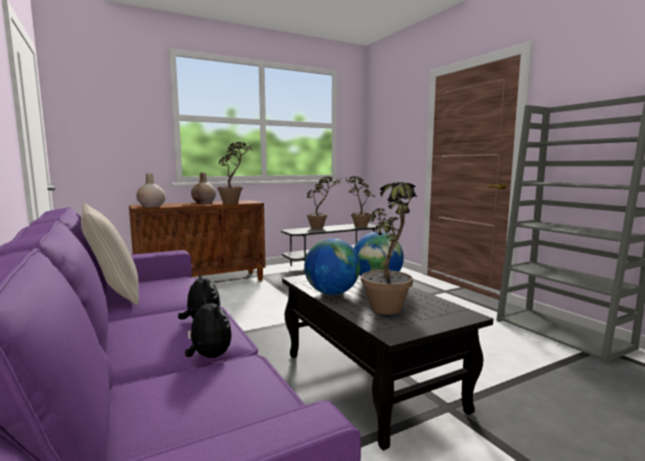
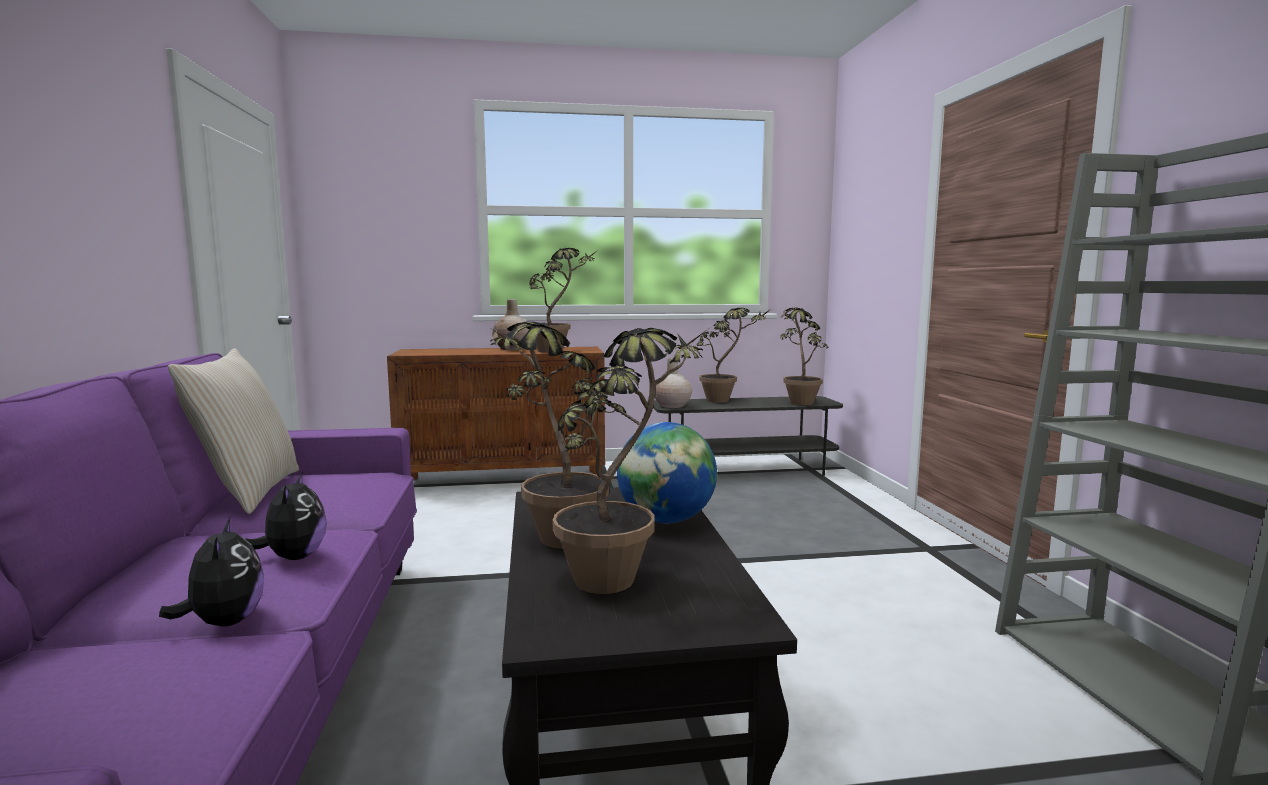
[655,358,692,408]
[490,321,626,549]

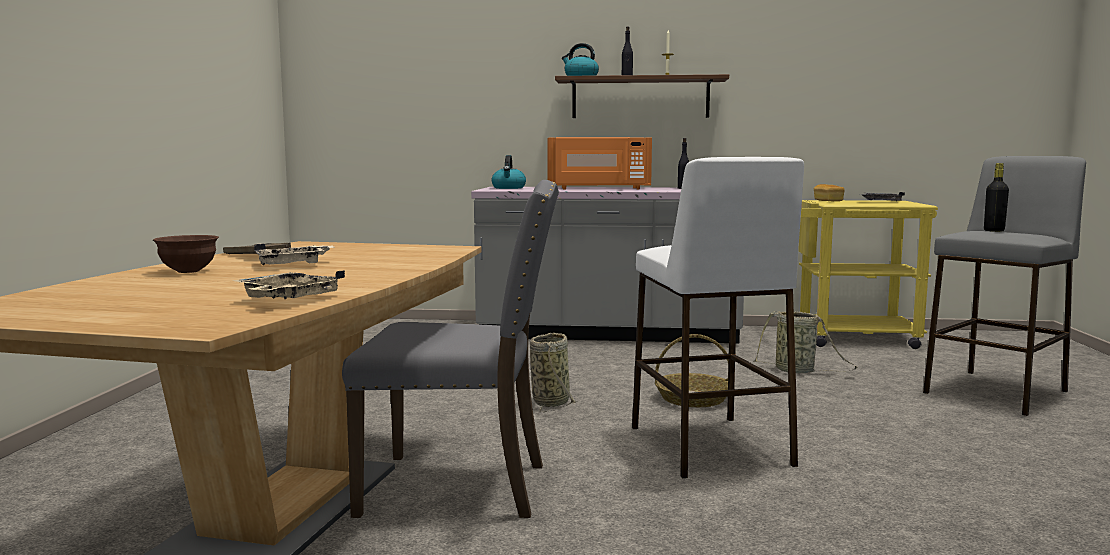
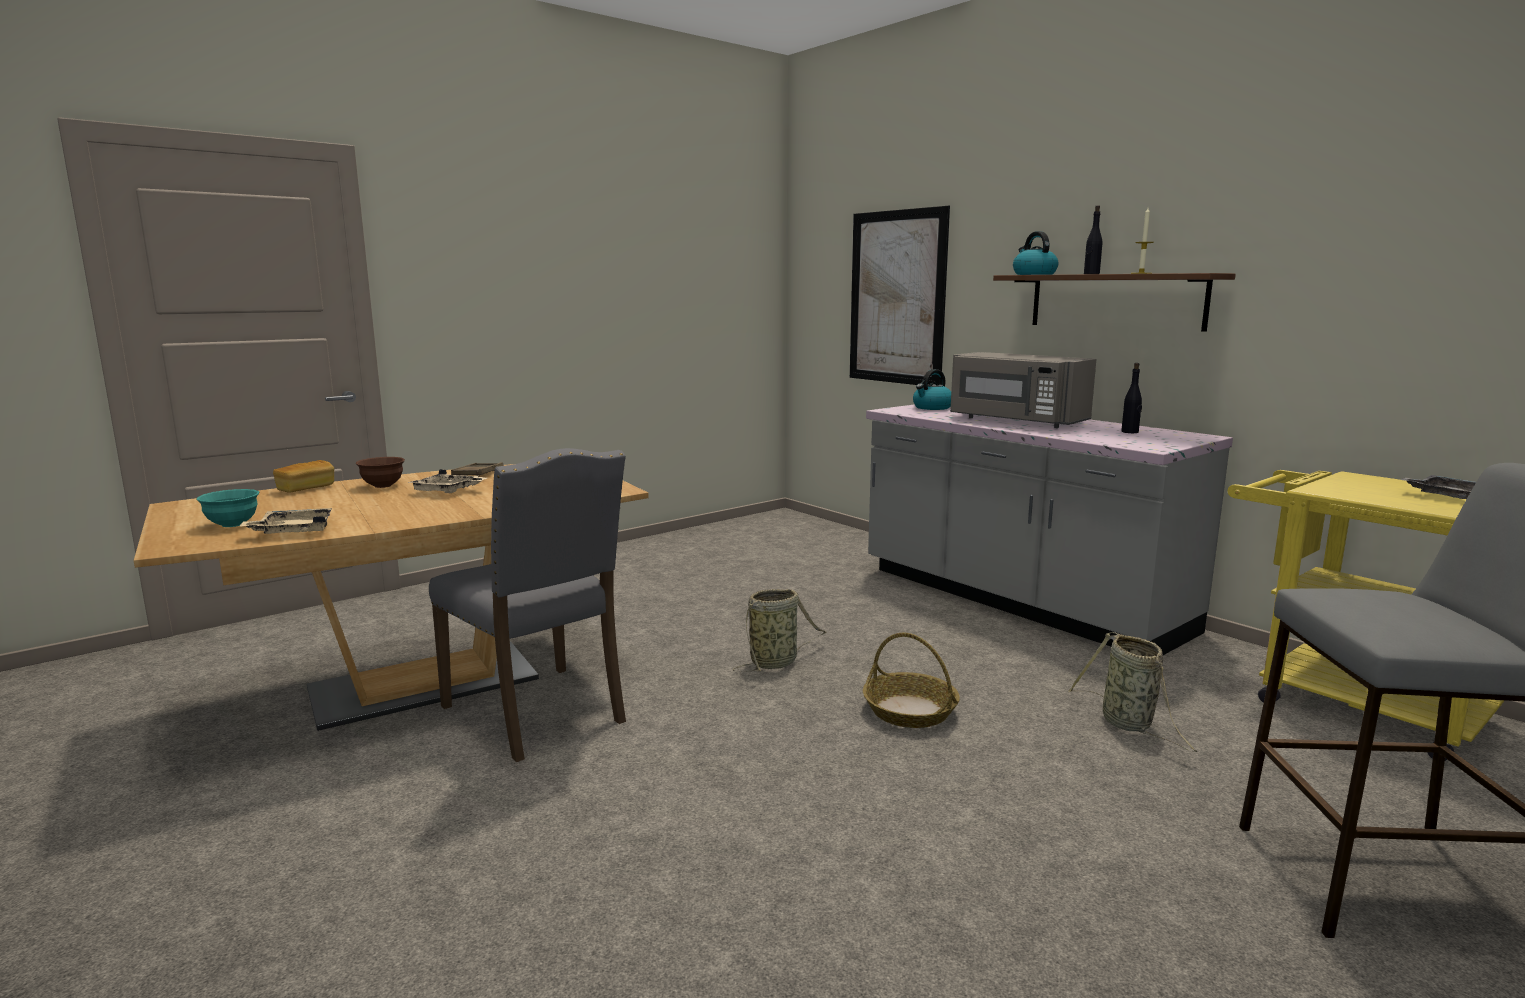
[950,352,1096,428]
[632,157,804,478] (first image)
[984,163,1009,232] (first image)
[273,460,334,493]
[850,206,950,385]
[196,489,259,527]

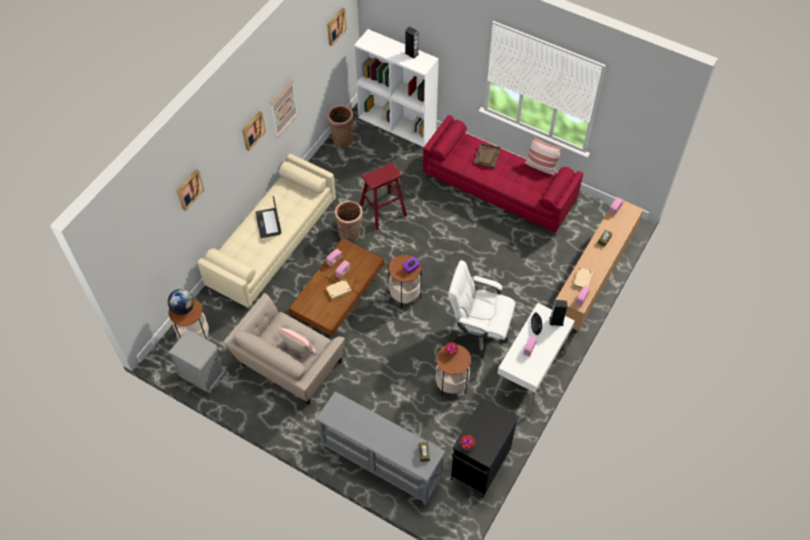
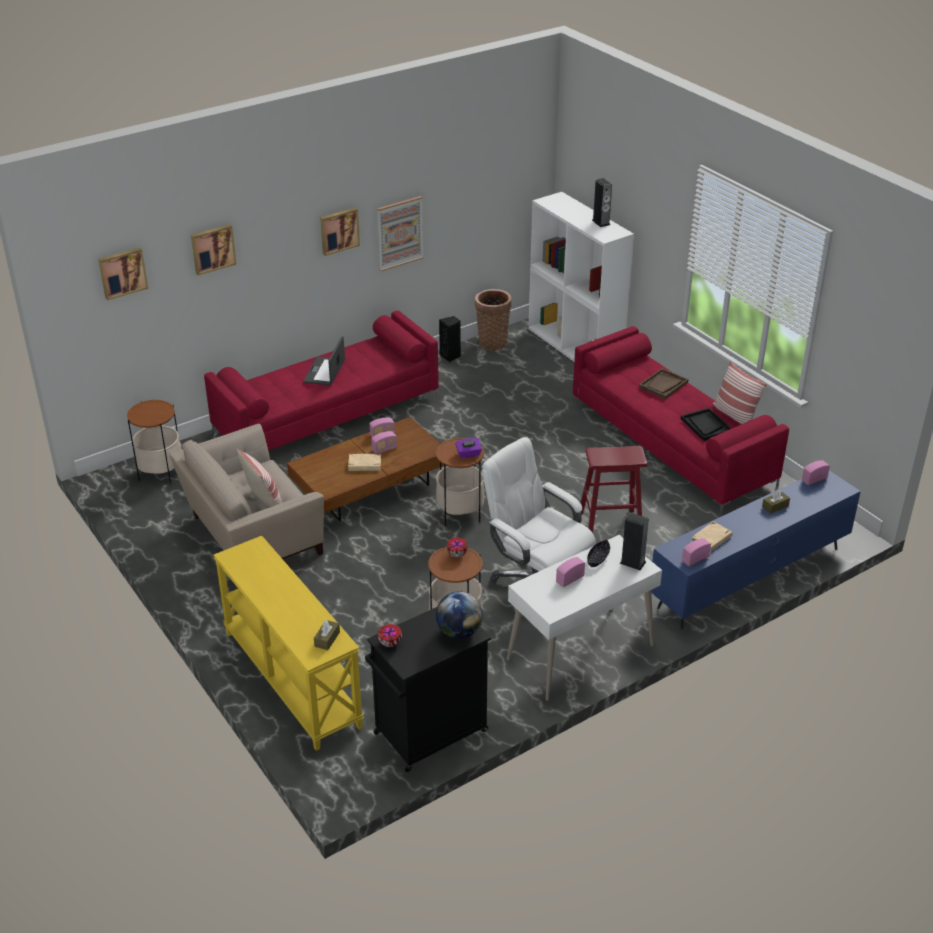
[98,248,149,301]
[204,310,439,450]
[580,446,647,533]
[651,470,861,629]
[335,200,363,242] (first image)
[436,592,483,639]
[169,331,225,394] (first image)
[213,536,364,751]
[439,316,461,362]
[681,408,732,441]

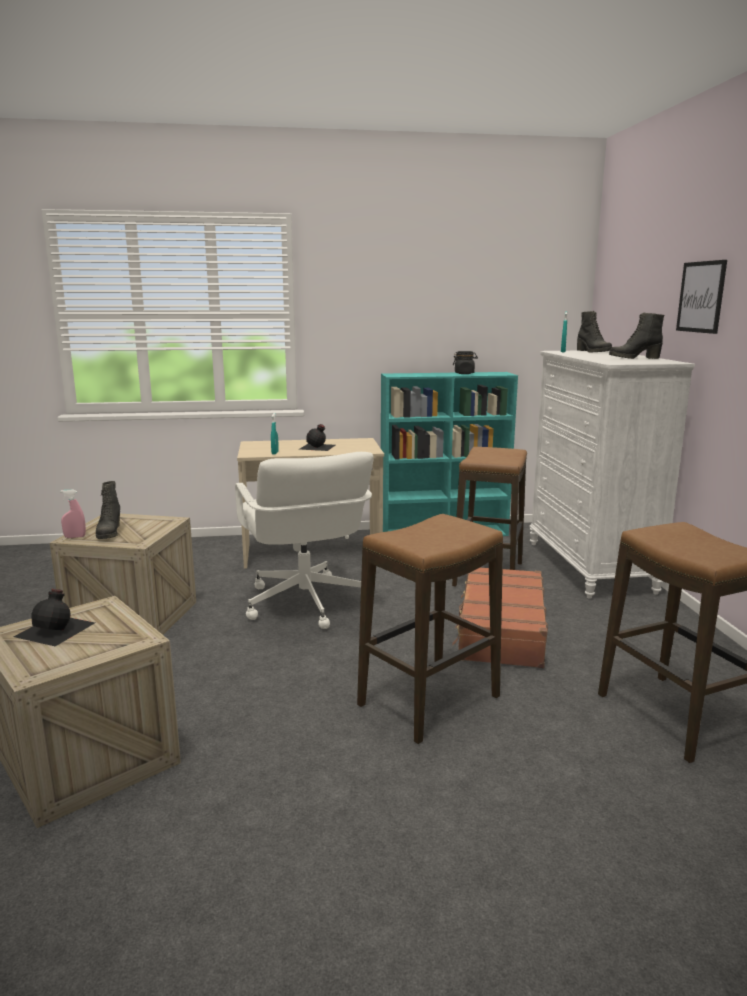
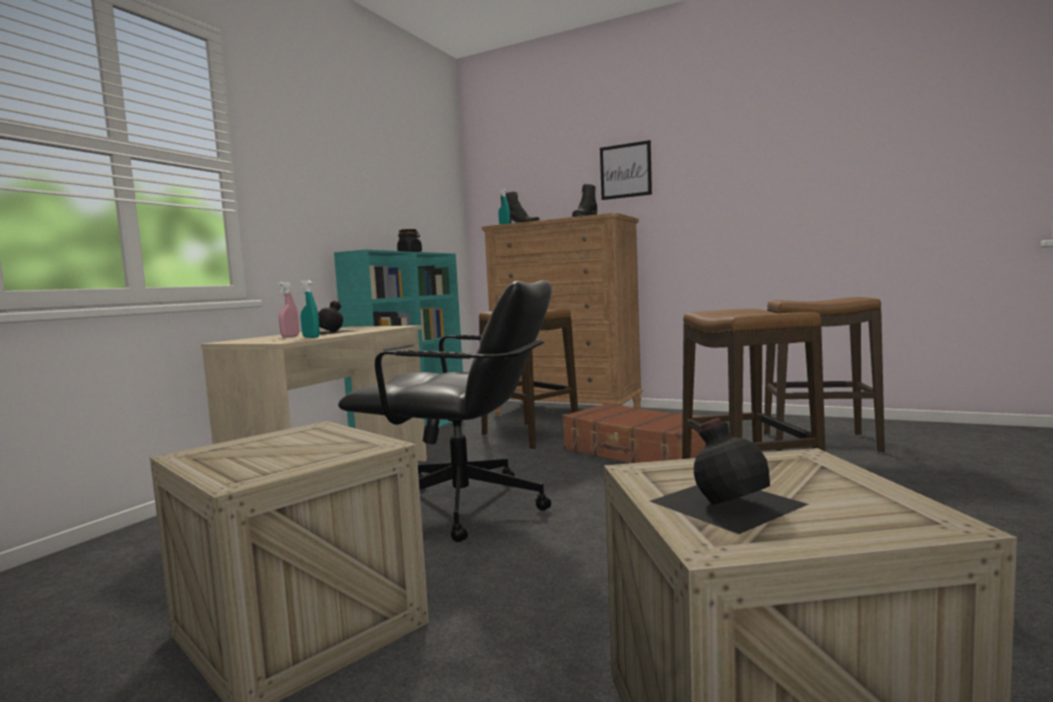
[482,213,643,416]
[338,280,552,542]
[96,481,120,539] (first image)
[278,282,299,337]

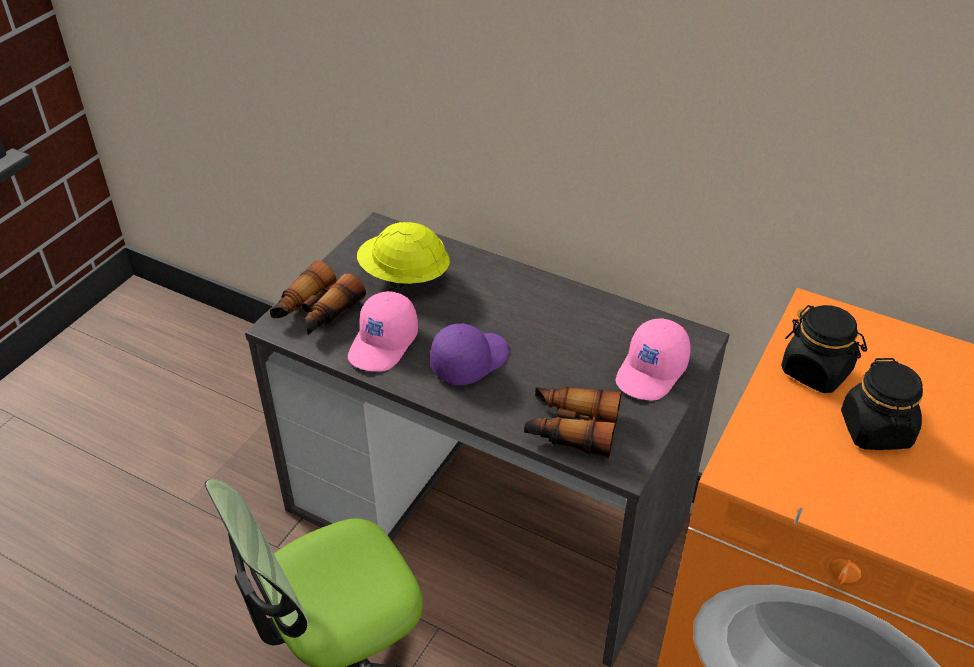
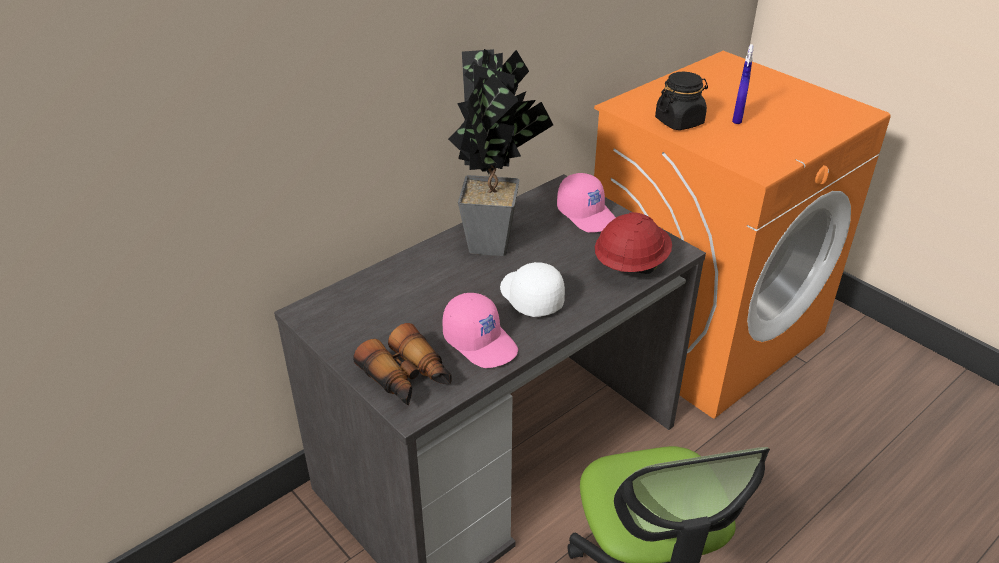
[357,222,450,291] (first image)
[500,262,565,317]
[732,44,754,124]
[595,212,672,274]
[448,49,553,256]

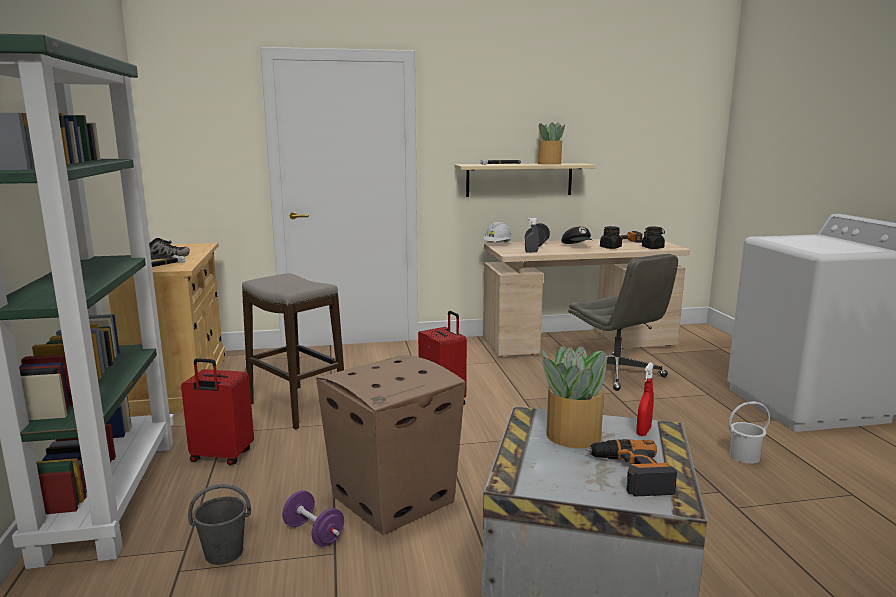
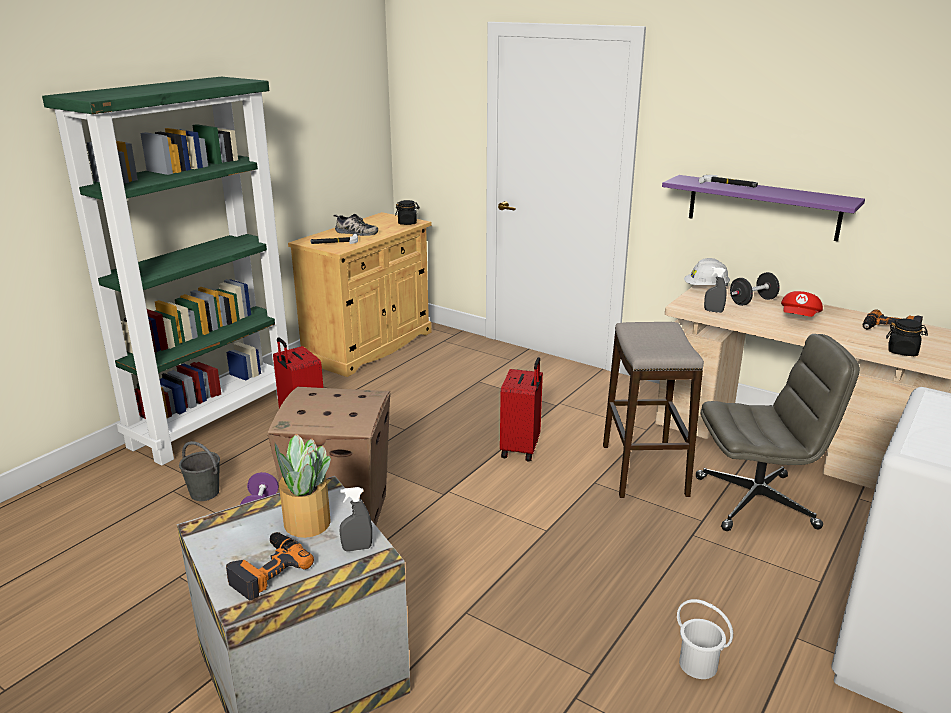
[538,122,565,165] (first image)
[662,175,865,241]
[395,200,419,225]
[781,291,823,317]
[696,334,860,531]
[603,322,704,498]
[339,487,372,552]

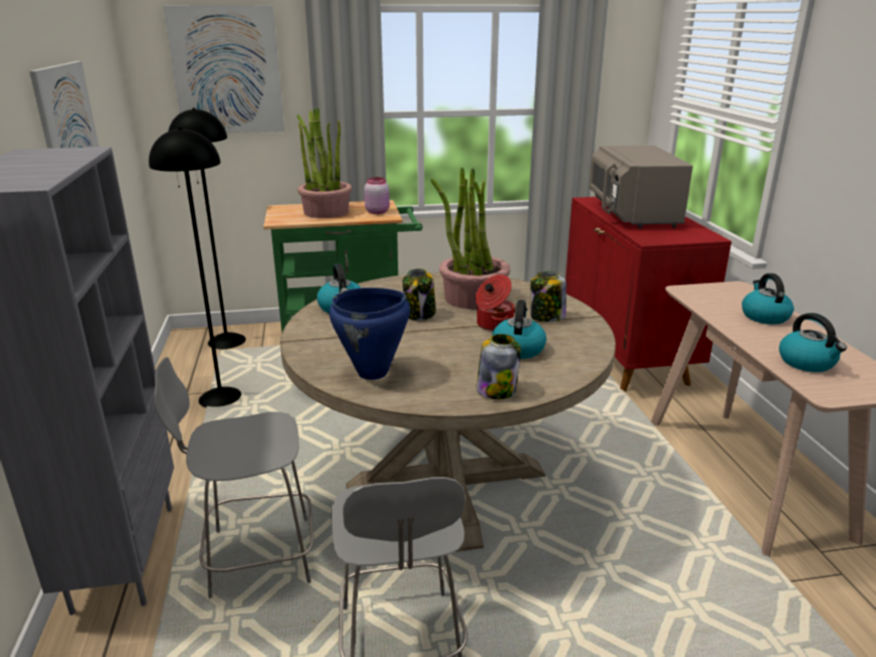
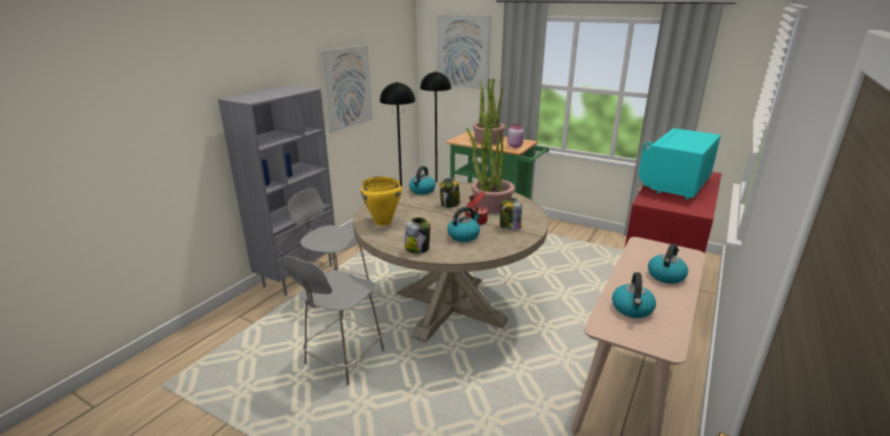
[638,128,721,200]
[361,177,402,226]

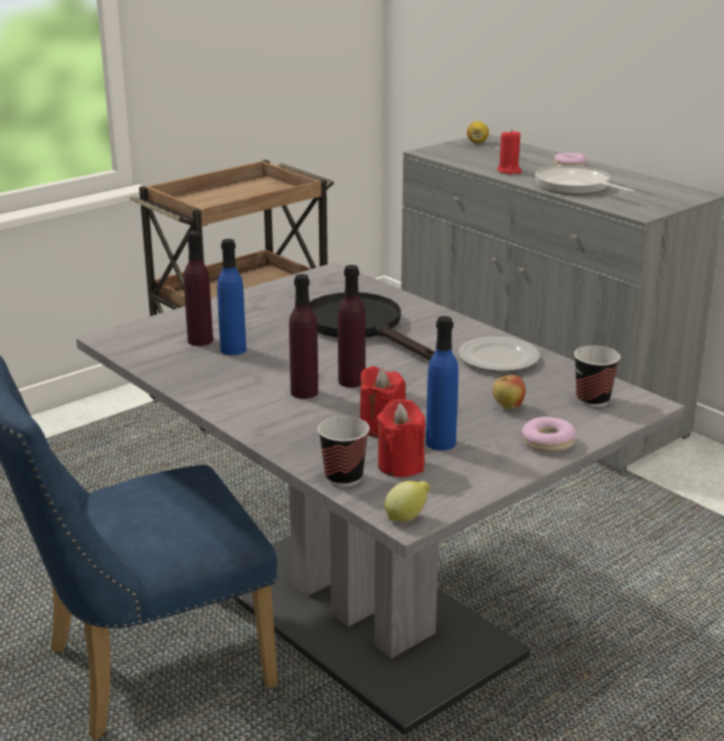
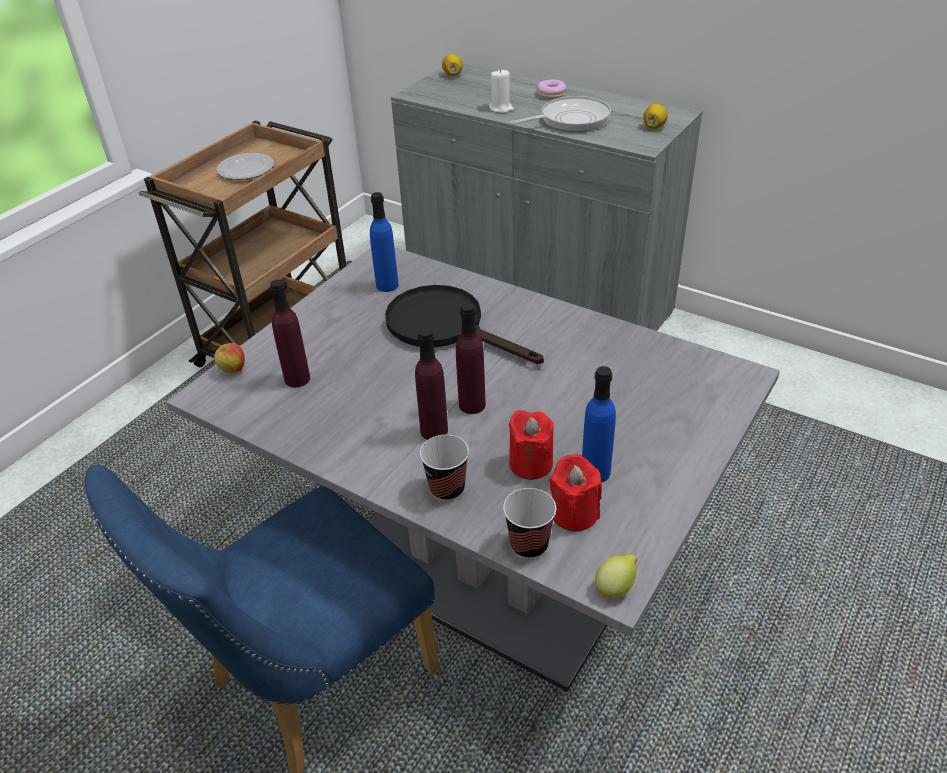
[489,68,514,113]
[510,96,611,132]
[370,192,399,292]
[217,153,274,180]
[420,435,469,501]
[213,343,245,374]
[521,417,576,452] (first image)
[643,104,668,129]

